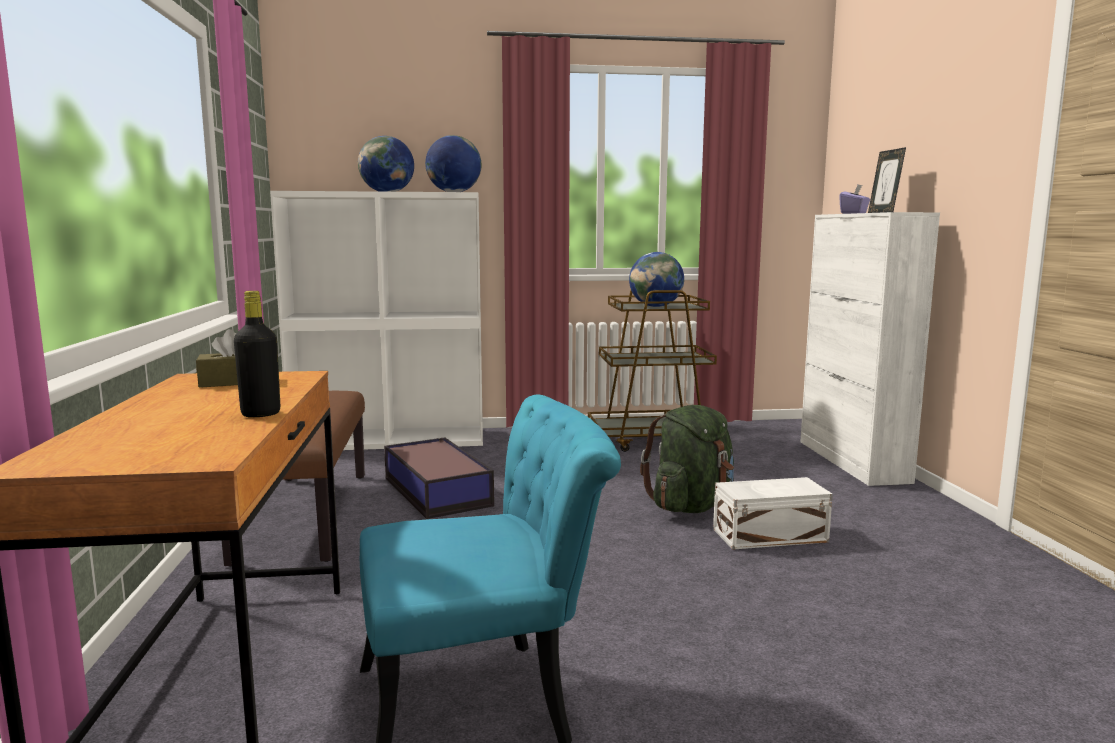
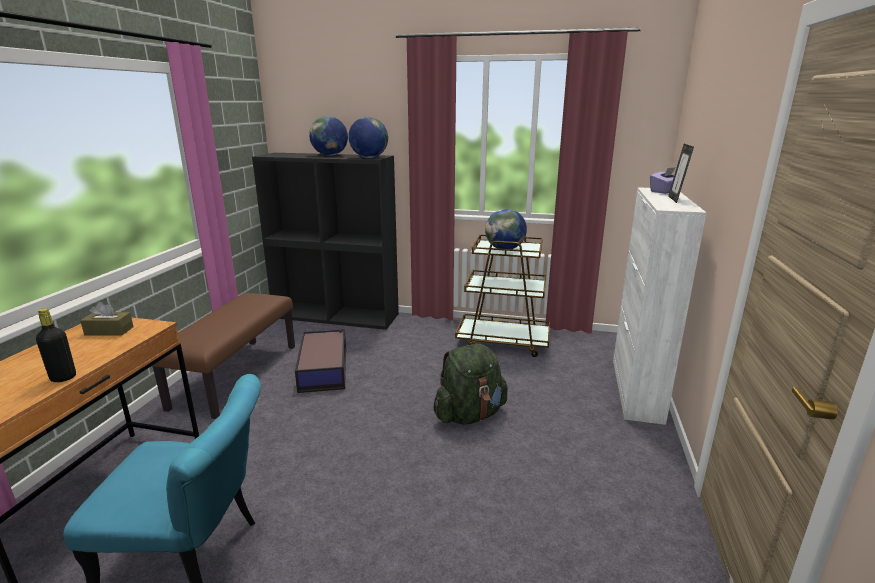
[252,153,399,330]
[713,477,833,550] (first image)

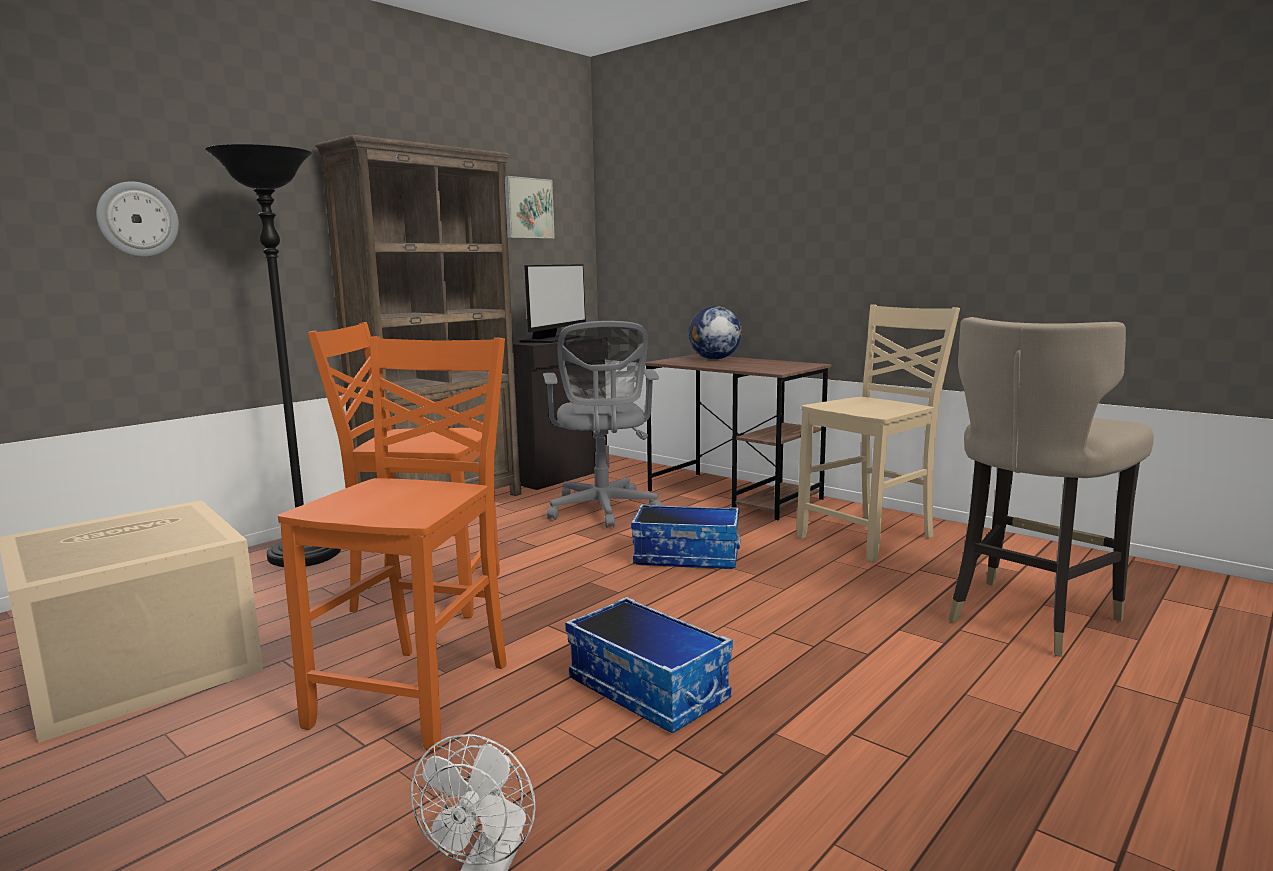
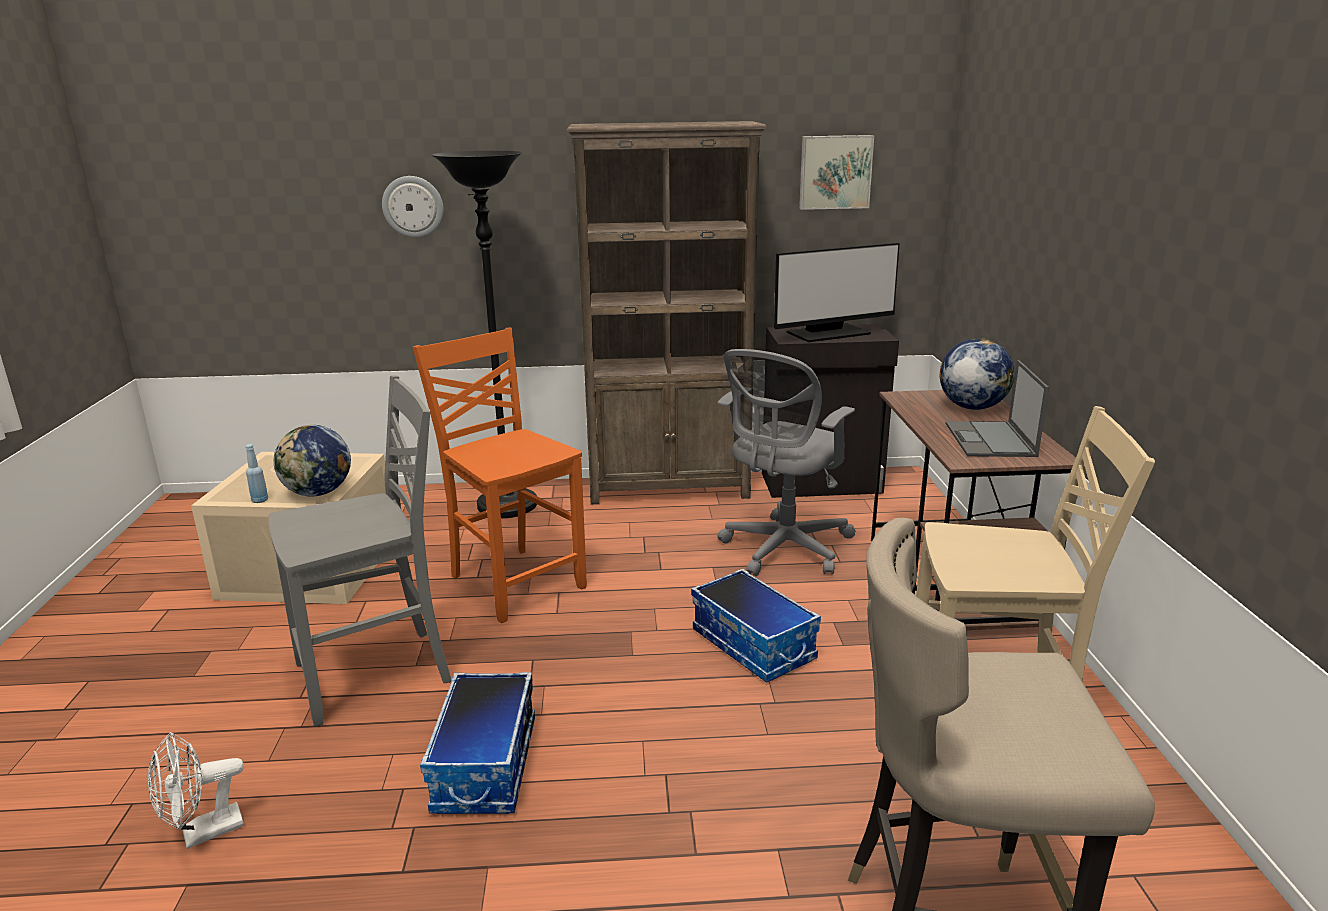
[269,375,451,727]
[946,360,1049,457]
[274,425,351,496]
[245,444,268,503]

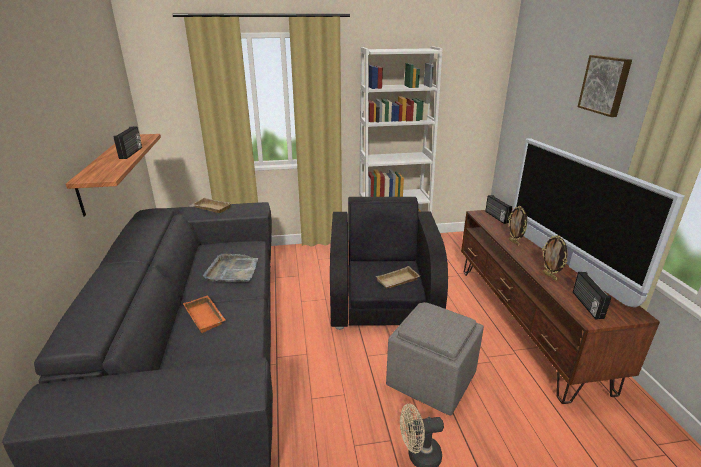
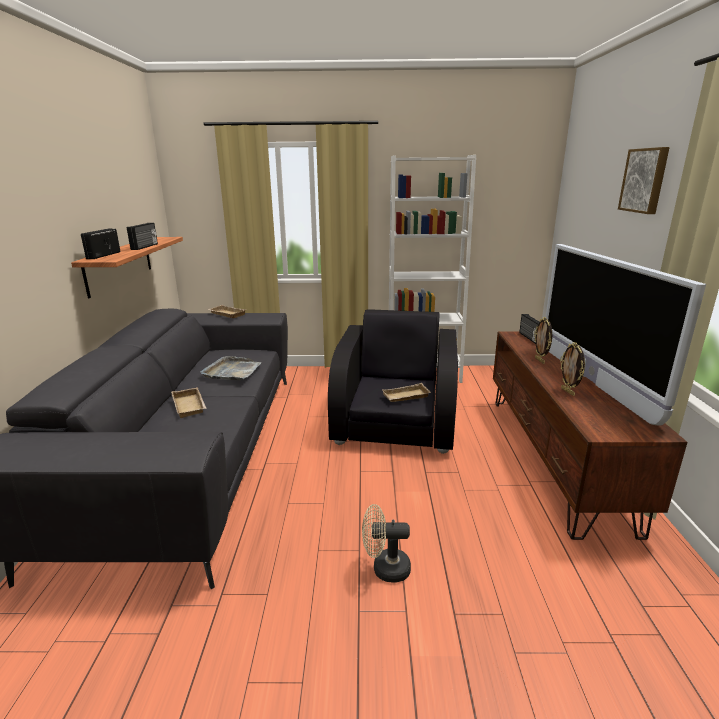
[81,229,120,259]
[171,387,206,418]
[386,302,484,415] (first image)

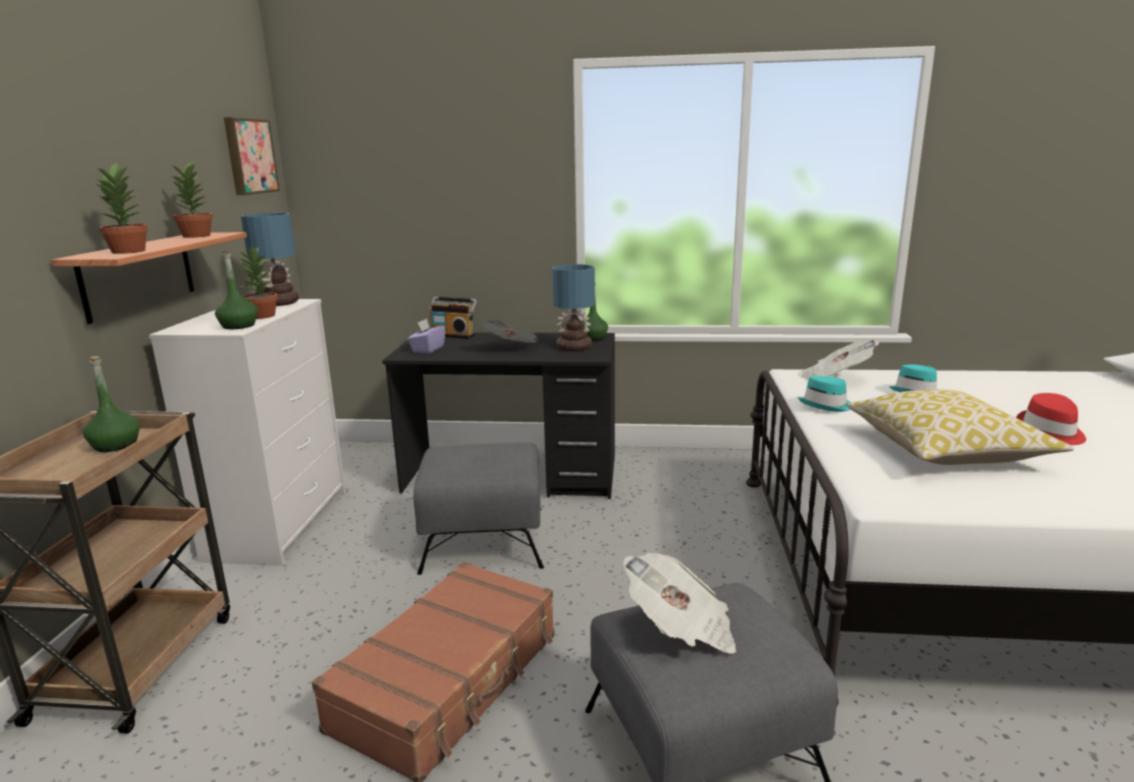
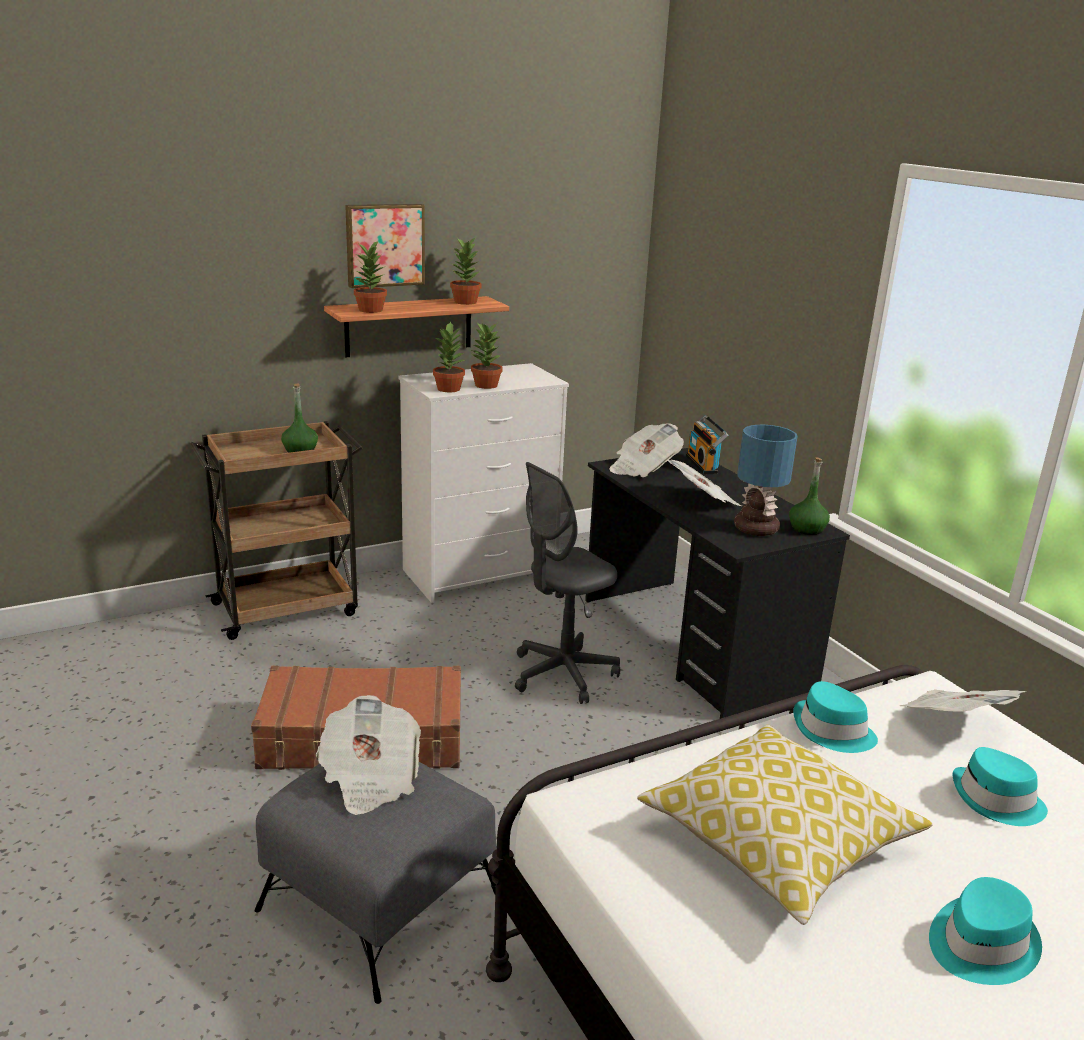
[345,204,425,288]
[241,213,299,306] (first image)
[433,322,465,392]
[609,423,684,477]
[929,877,1042,985]
[515,462,620,704]

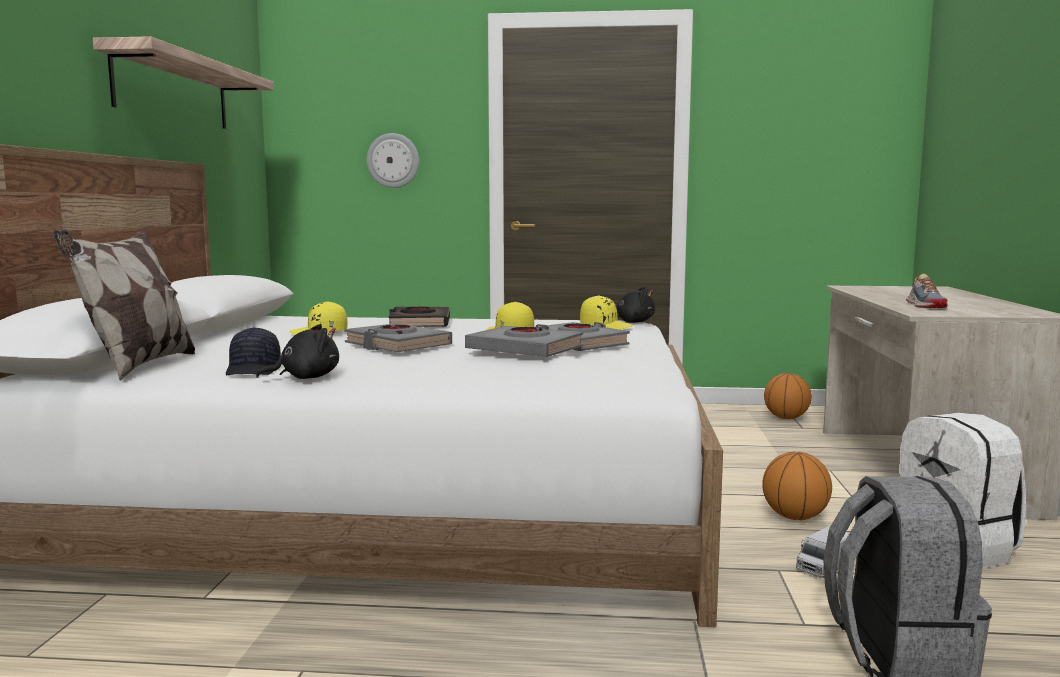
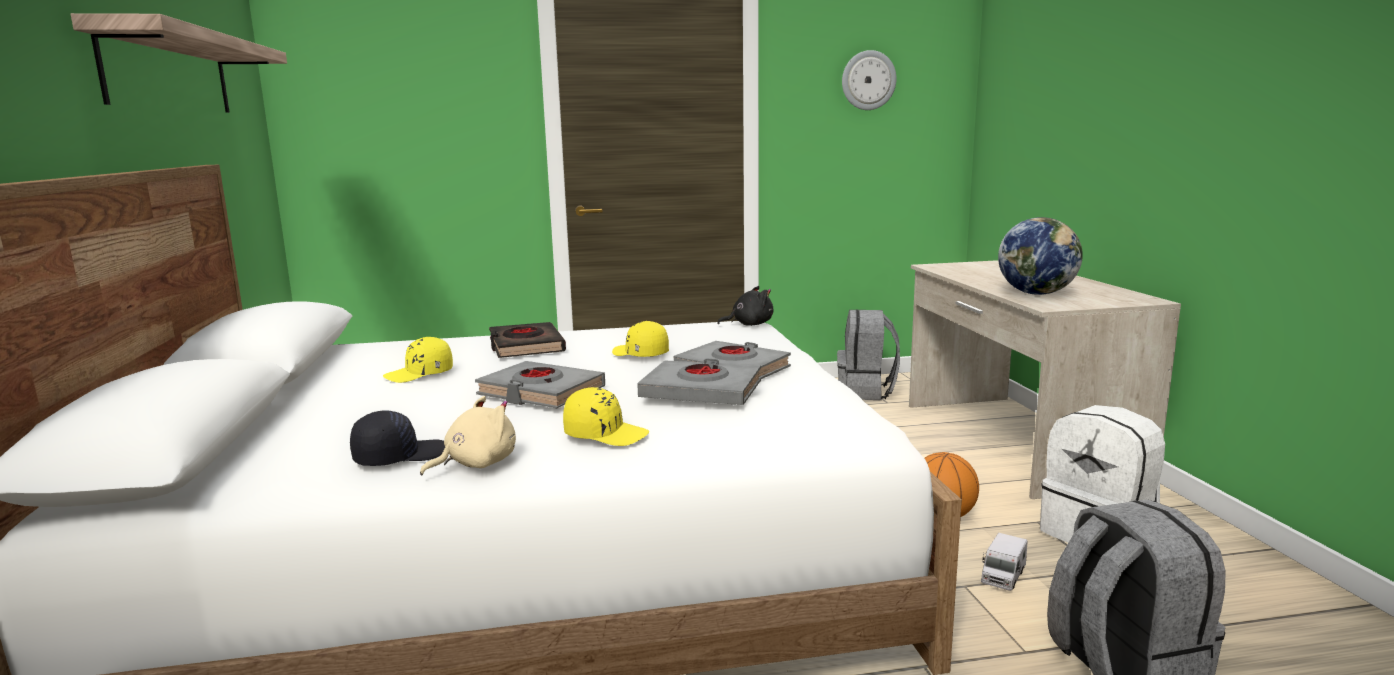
[842,50,897,110]
[53,229,195,381] (first image)
[998,217,1083,295]
[563,387,649,446]
[420,396,516,476]
[350,410,445,466]
[837,309,900,400]

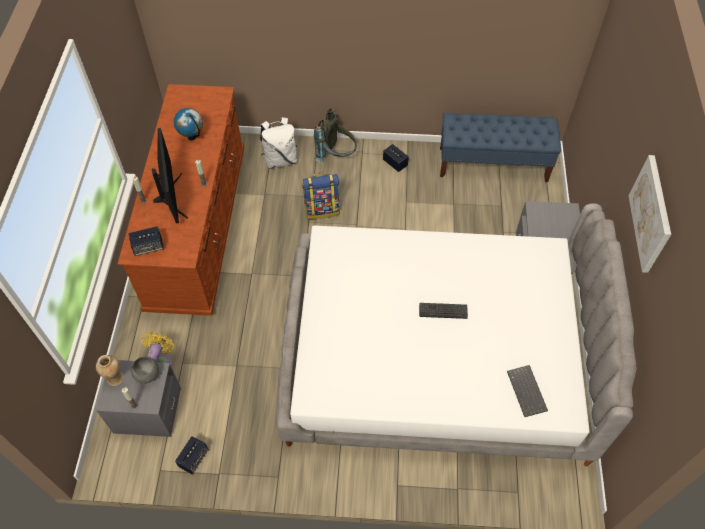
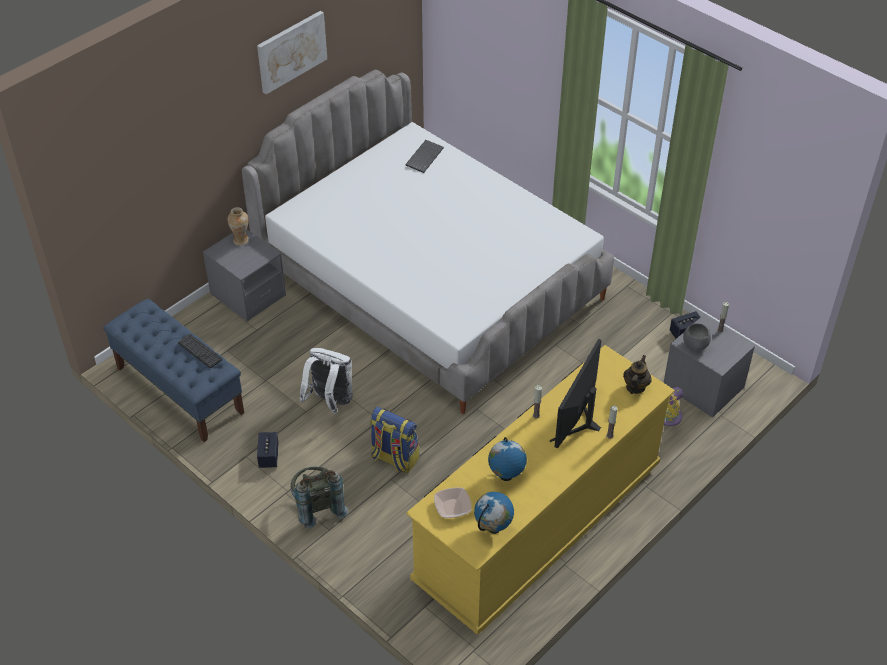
[406,345,675,635]
[299,348,353,414]
[623,355,652,394]
[178,334,222,368]
[227,207,249,246]
[434,487,472,518]
[474,492,514,534]

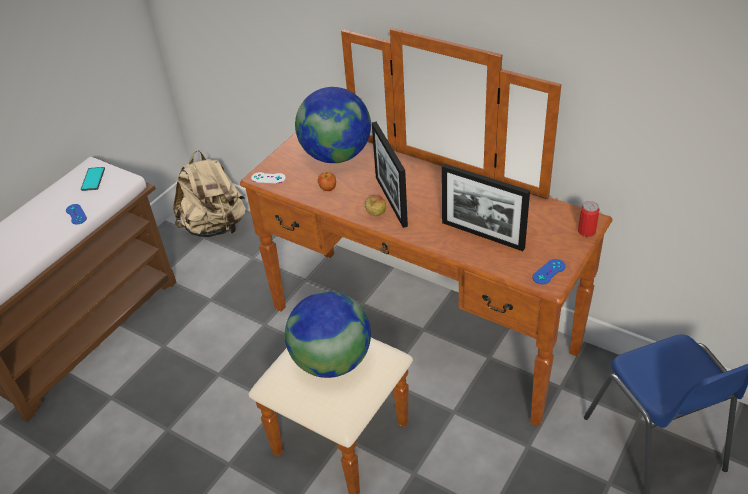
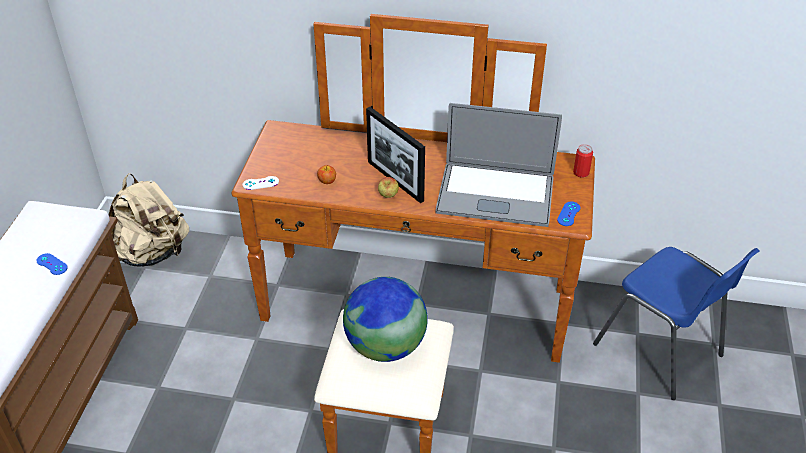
[295,87,371,163] (first image)
[436,103,562,227]
[81,167,105,191] (first image)

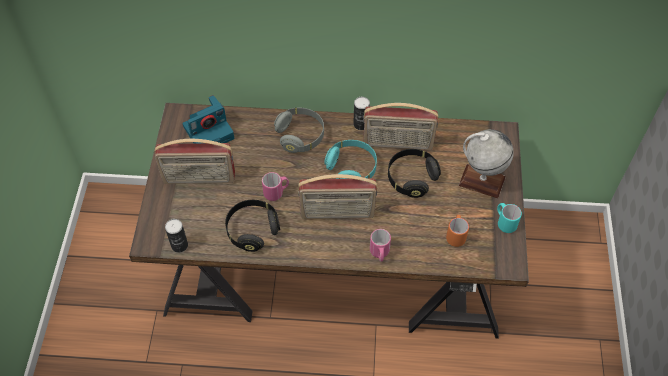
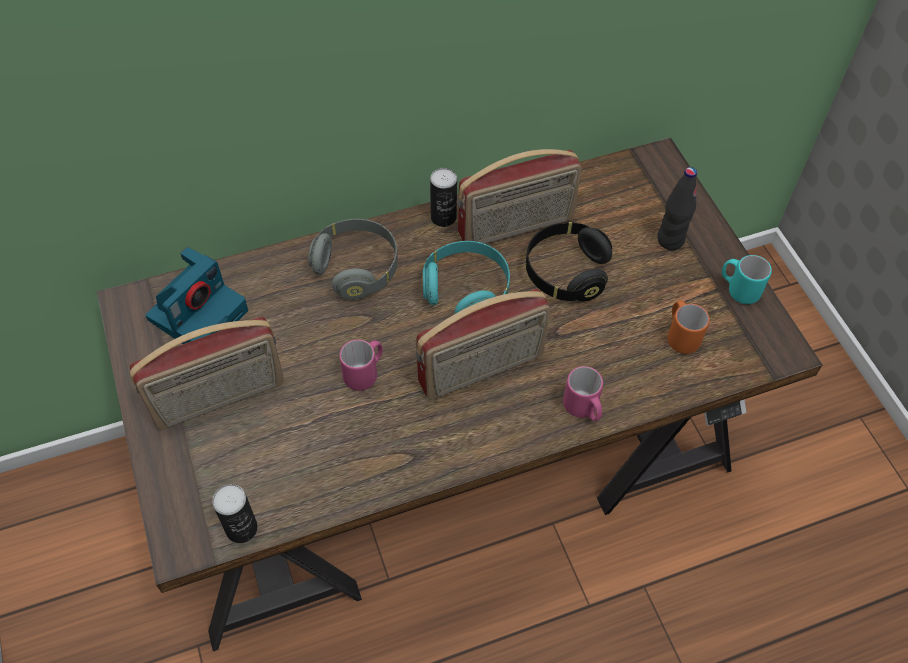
[657,167,697,250]
[225,200,280,252] (first image)

